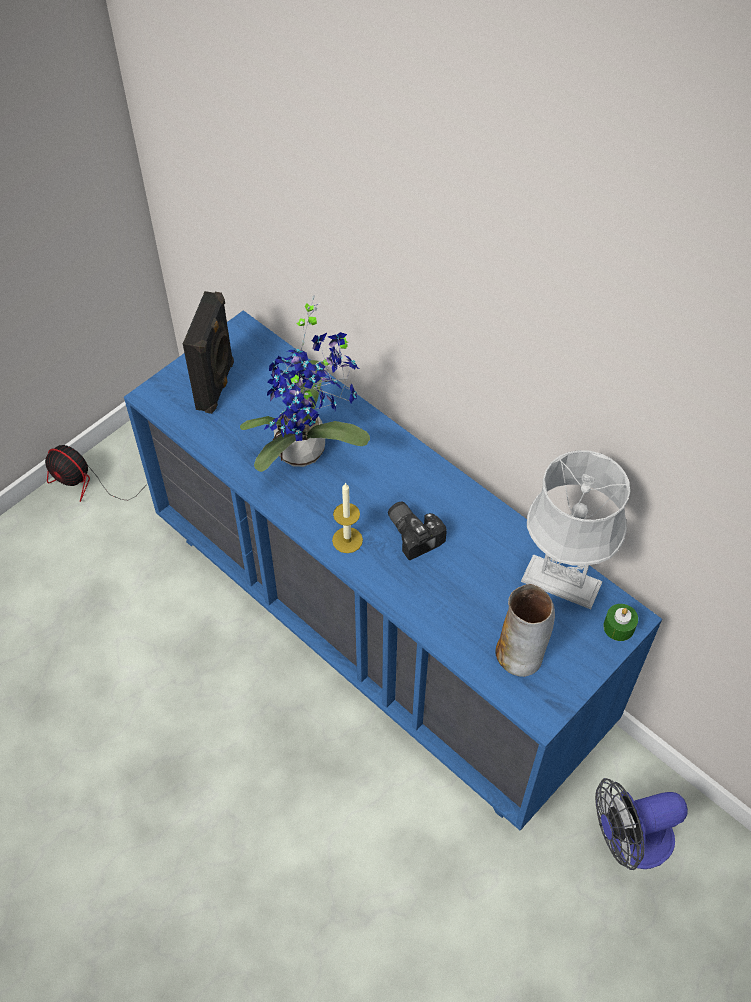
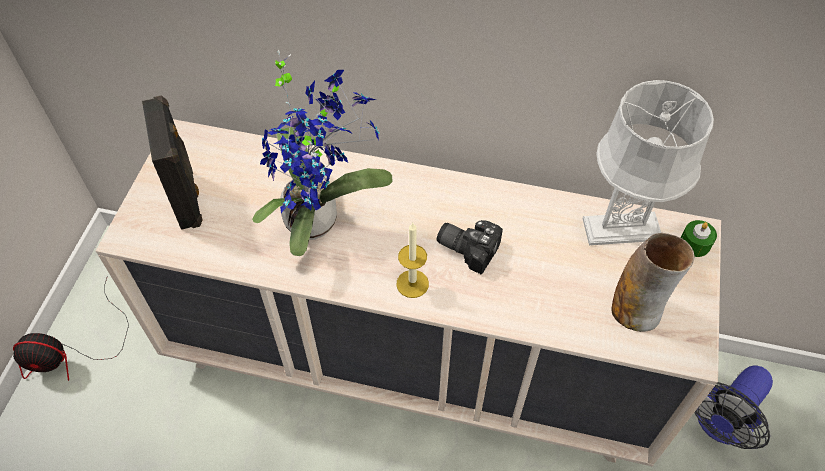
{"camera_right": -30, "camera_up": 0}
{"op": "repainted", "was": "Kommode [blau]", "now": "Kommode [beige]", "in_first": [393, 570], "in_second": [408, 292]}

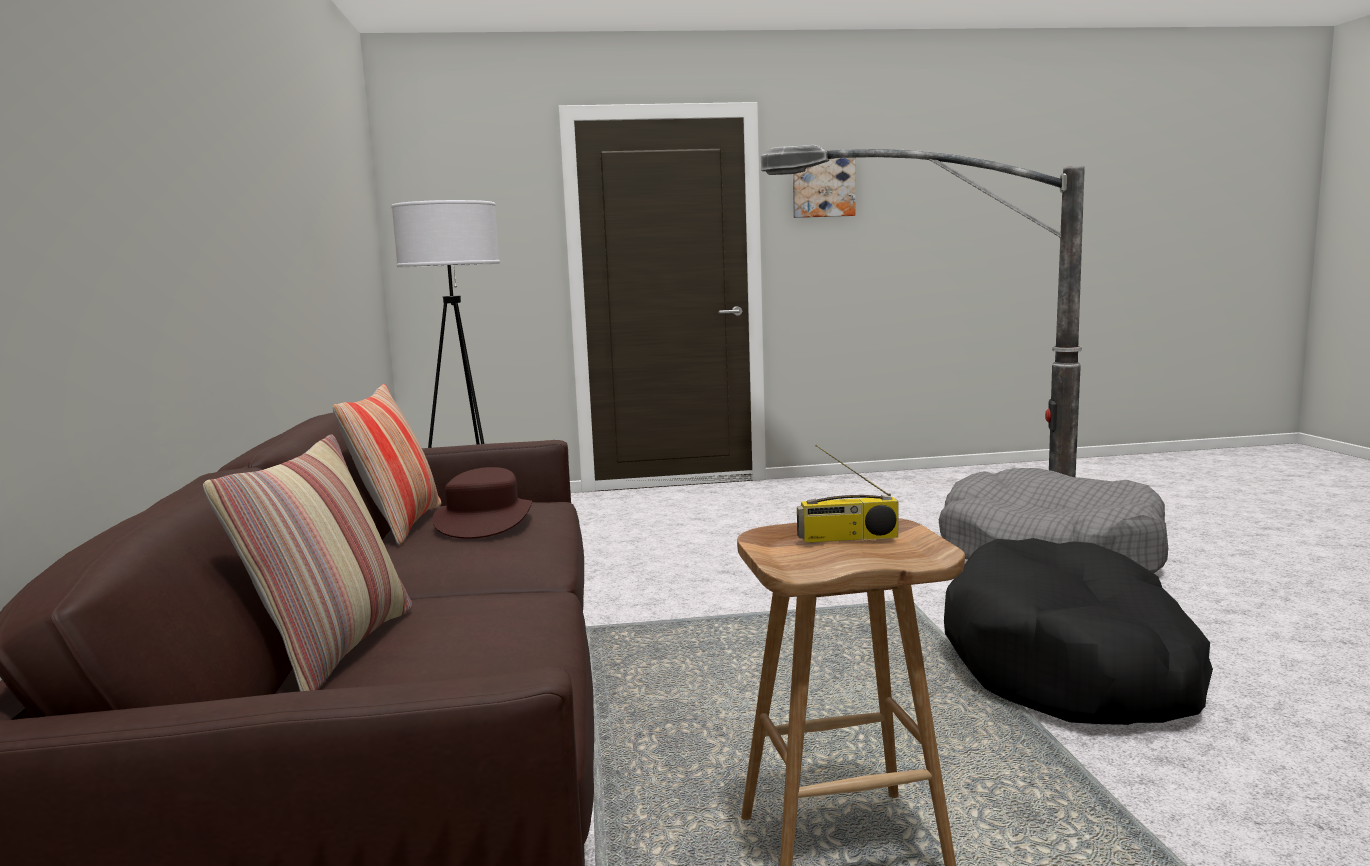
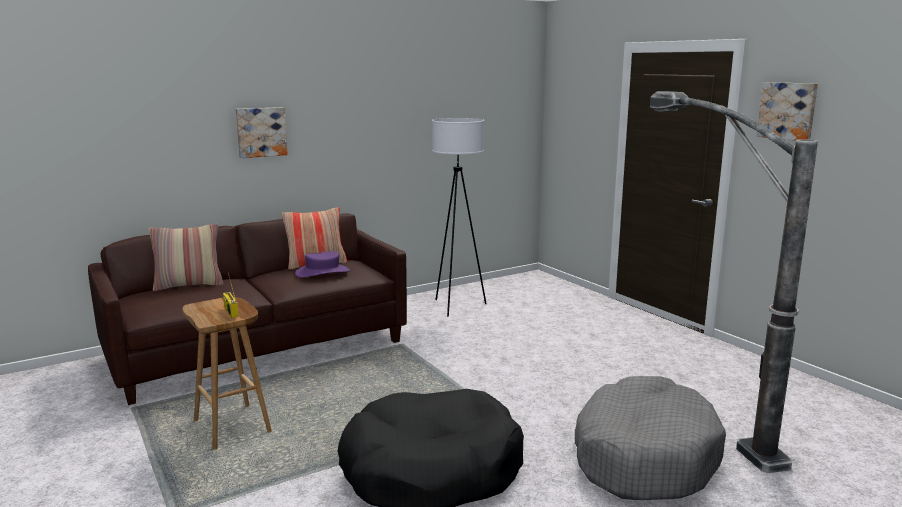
{"camera_right": 65, "camera_up": 5}
{"op": "new", "now": "Bild", "in_second": [262, 132]}
{"op": "repainted", "was": "Hut [braun]", "now": "Hut [lila]", "in_first": [482, 503], "in_second": [322, 264]}

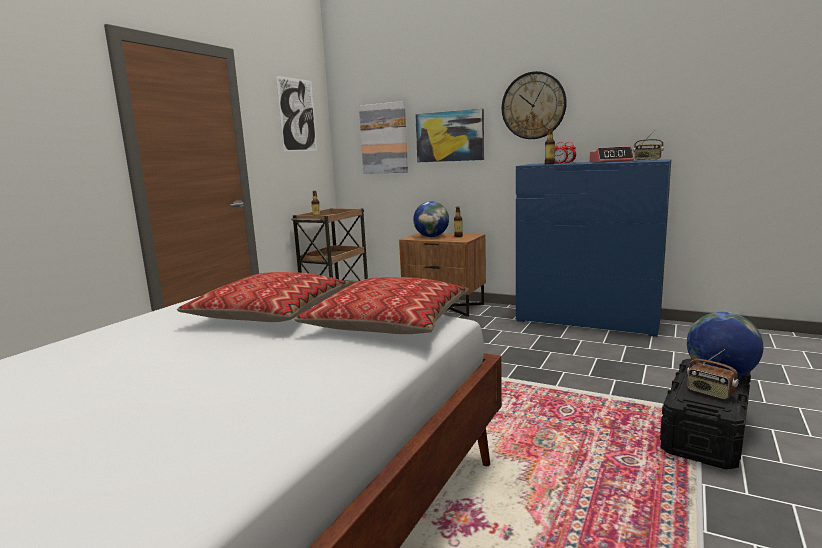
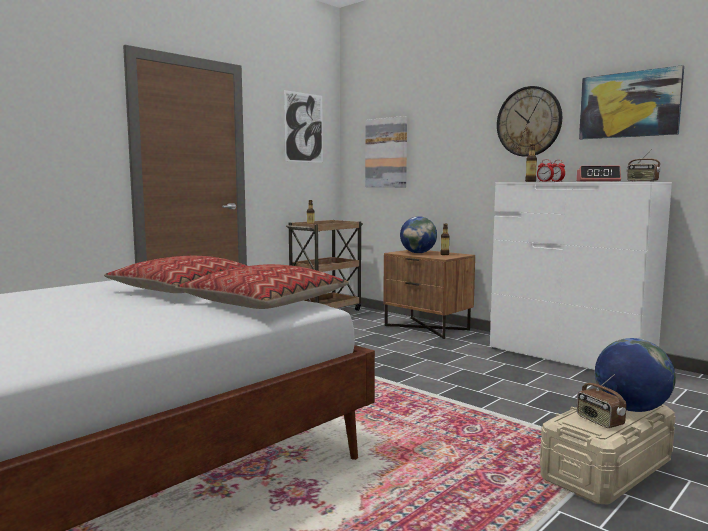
{"camera_right": 15, "camera_up": -5}
{"op": "repainted", "was": "Kommode [blau]", "now": "Kommode [weiß]", "in_first": [593, 248], "in_second": [581, 275]}
{"op": "repainted", "was": "Aufbewahrungsbox [schwarz]", "now": "Aufbewahrungsbox [beige]", "in_first": [705, 413], "in_second": [608, 454]}
{"op": "shifted", "was": "Bild", "in_first": [449, 135], "in_second": [631, 102]}

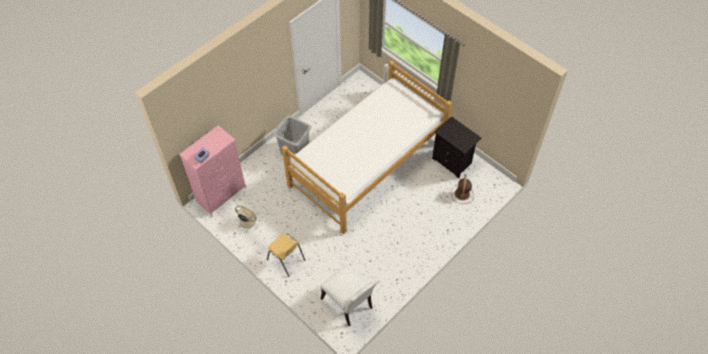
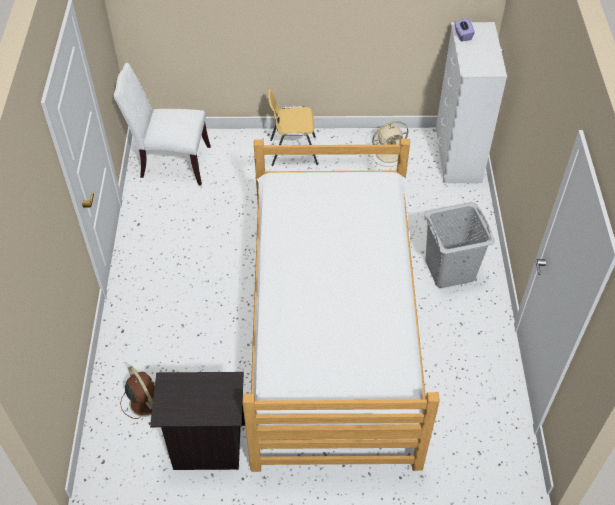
{"camera_right": 135, "camera_up": -5}
{"op": "repainted", "was": "Kommode [rosa]", "now": "Kommode [weiß]", "in_first": [212, 170], "in_second": [471, 102]}

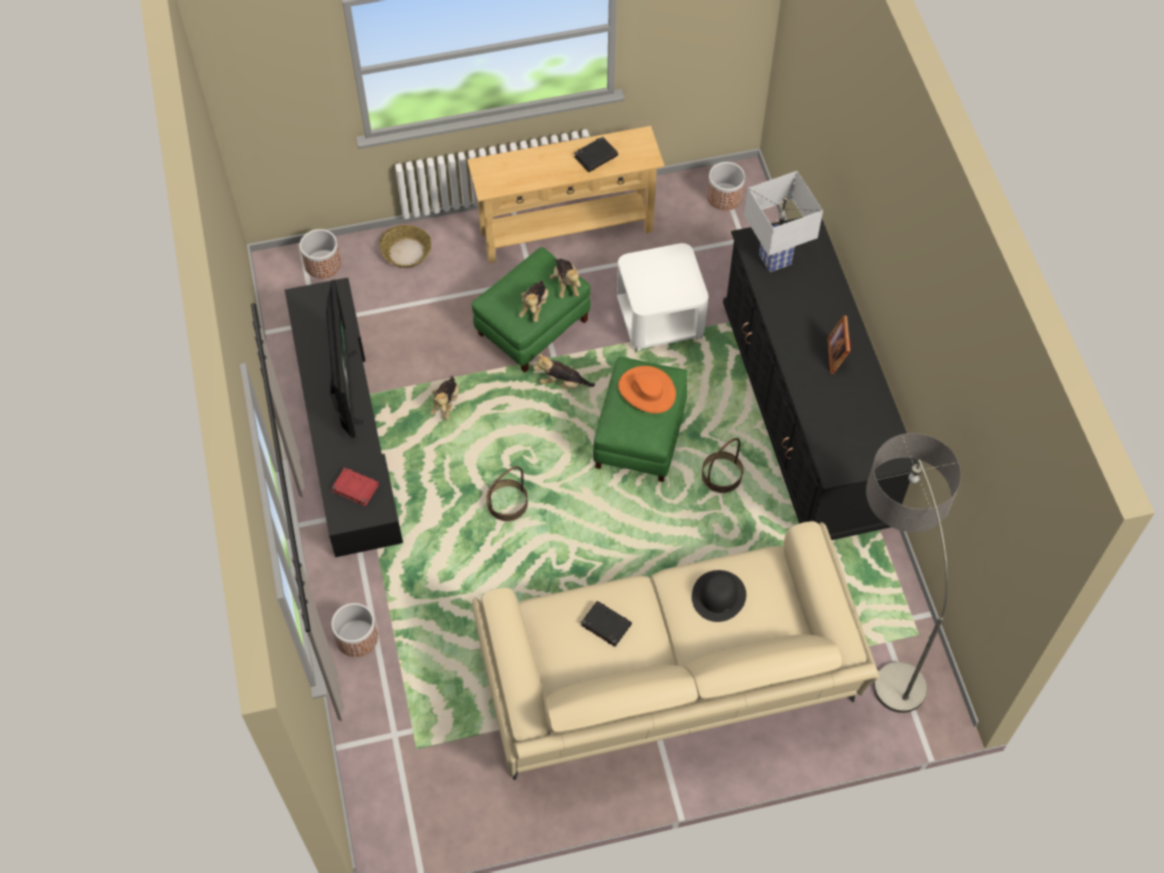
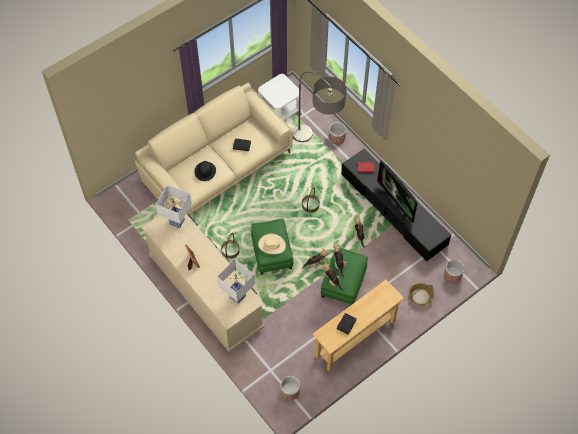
{"camera_right": 155, "camera_up": 0}
{"op": "repainted", "was": "Kommode [schwarz]", "now": "Kommode [beige]", "in_first": [820, 378], "in_second": [203, 278]}
{"op": "new", "now": "Tischlampe [weiß]", "in_second": [173, 206]}
{"op": "shifted", "was": "Beistelltisch [weiß]", "in_first": [663, 297], "in_second": [280, 97]}
{"op": "repainted", "was": "Hut [orange]", "now": "Hut [beige]", "in_first": [647, 389], "in_second": [272, 244]}
{"op": "shifted", "was": "Stehlampe", "in_first": [913, 573], "in_second": [320, 107]}

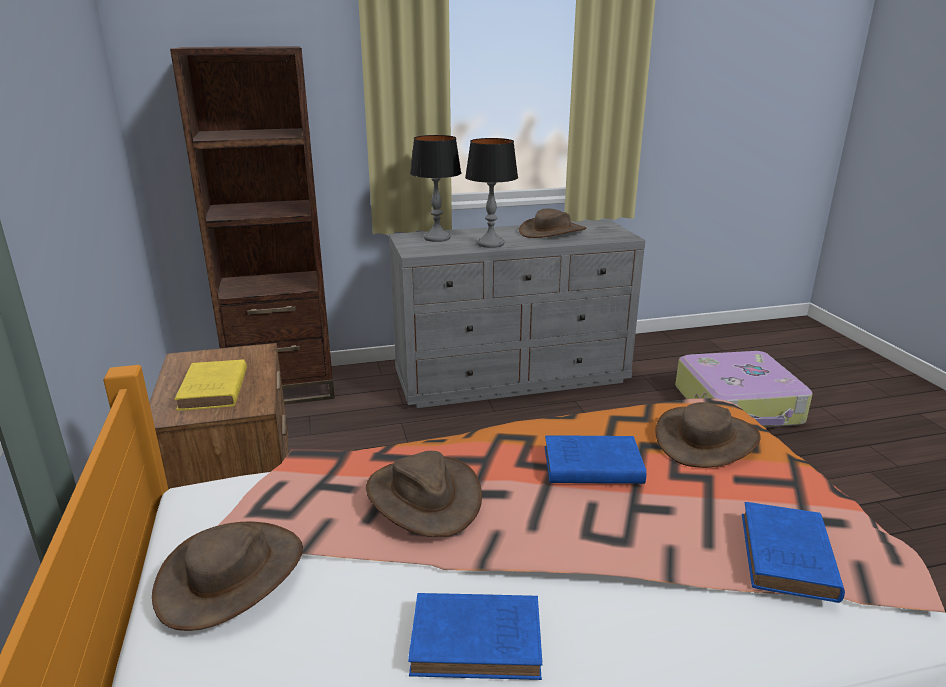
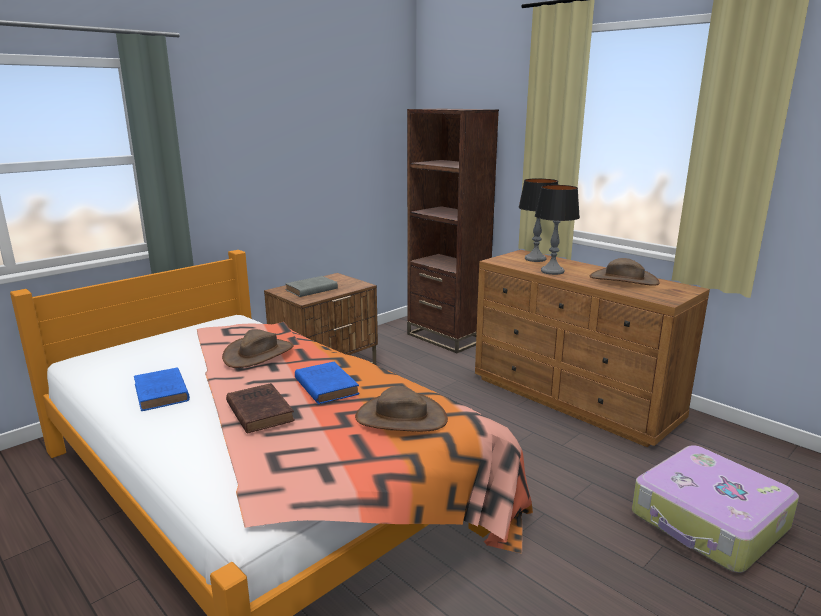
{"camera_right": 60, "camera_up": -5}
{"op": "new", "now": "Buch [braun]", "in_second": [260, 408]}
{"op": "repainted", "was": "Buch [gelb]", "now": "Buch [grau]", "in_first": [211, 385], "in_second": [311, 286]}
{"op": "repainted", "was": "Kommode [grau]", "now": "Kommode [braun]", "in_first": [517, 313], "in_second": [592, 348]}
{"op": "gone", "was": "Hut [braun]", "in_first": [227, 576]}
{"op": "gone", "was": "Buch [blau]", "in_first": [793, 552]}

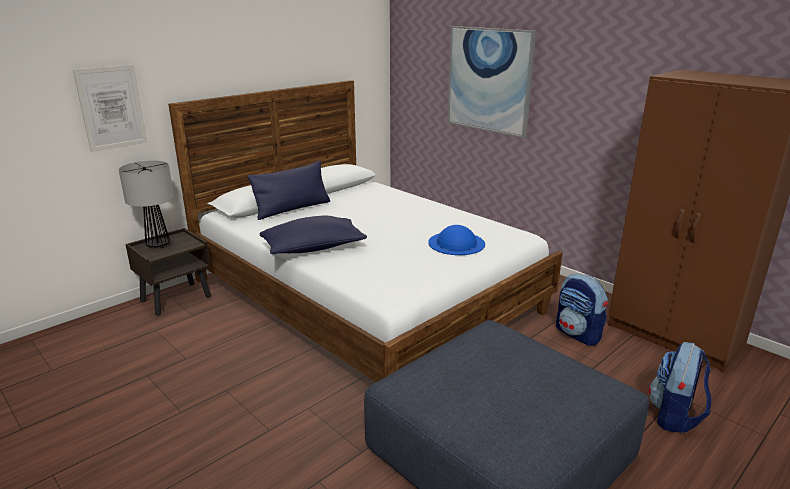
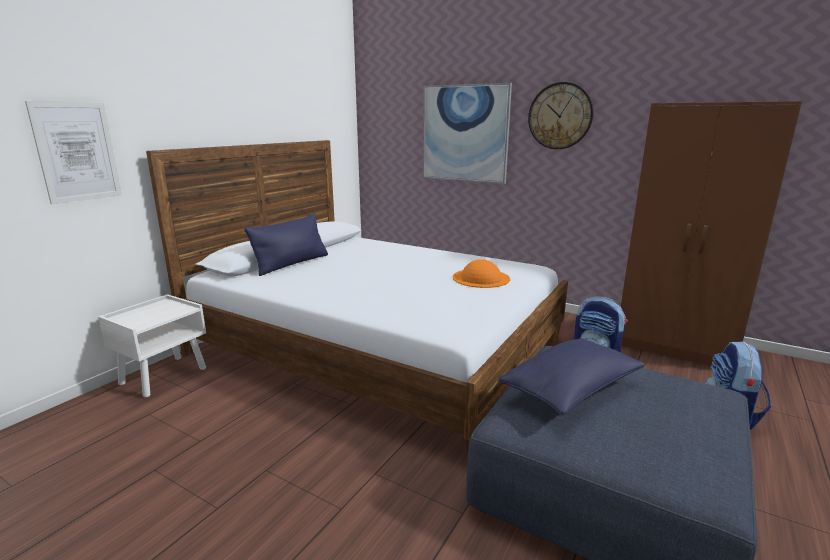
{"camera_right": -15, "camera_up": -5}
{"op": "repainted", "was": "Nachttisch [braun]", "now": "Nachttisch [weiß]", "in_first": [168, 272], "in_second": [152, 345]}
{"op": "repainted", "was": "Hut [blau]", "now": "Hut [orange]", "in_first": [456, 240], "in_second": [481, 273]}
{"op": "shifted", "was": "Kissen [blau]", "in_first": [313, 235], "in_second": [571, 376]}
{"op": "new", "now": "Wanduhr", "in_second": [561, 115]}
{"op": "gone", "was": "Tischlampe", "in_first": [146, 204]}

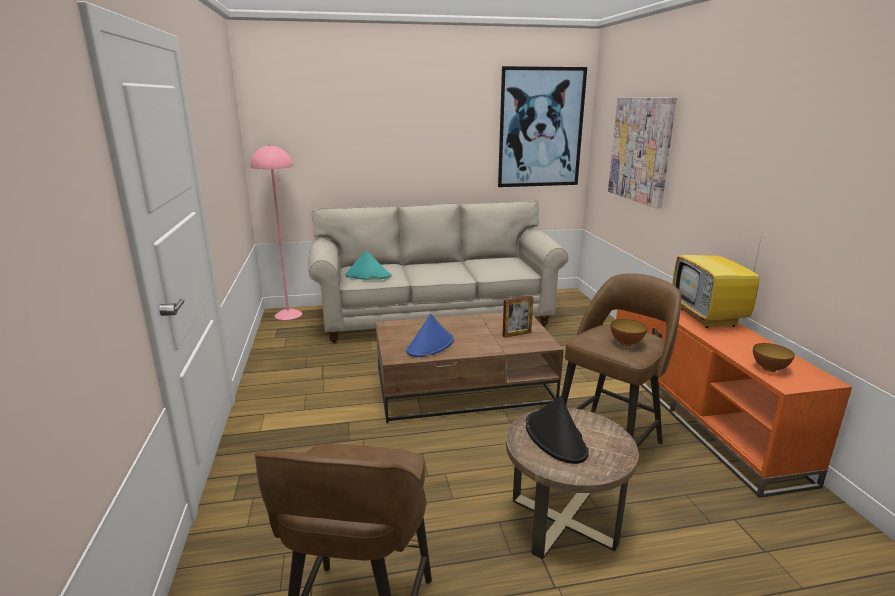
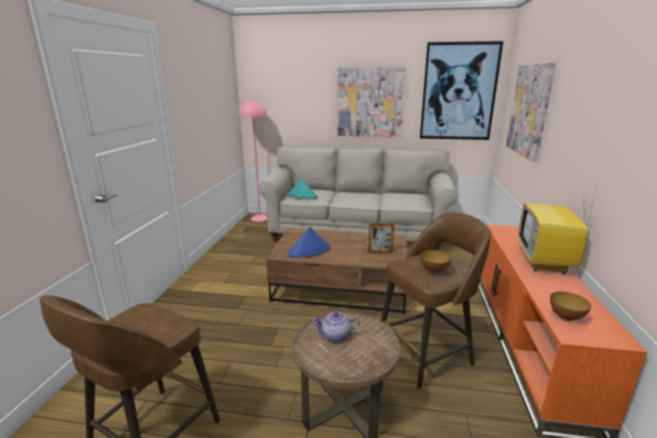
{"camera_right": 20, "camera_up": 0}
{"op": "swapped", "was": "Hut [schwarz]", "now": "Teekanne", "in_first": [557, 430], "in_second": [336, 327]}
{"op": "new", "now": "Bild", "in_second": [371, 102]}

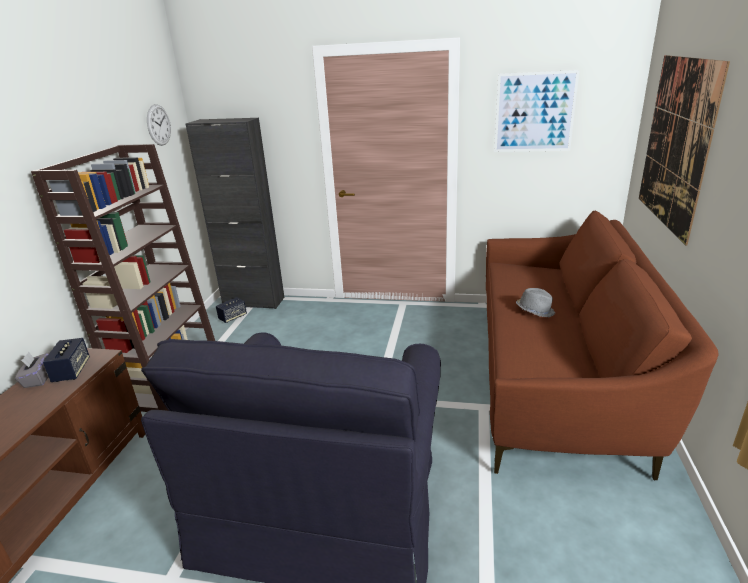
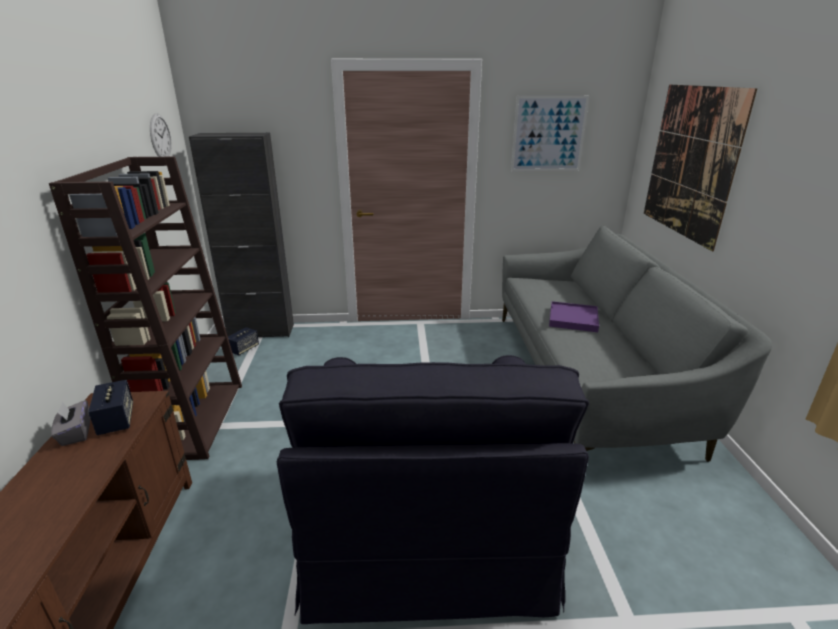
{"camera_right": -15, "camera_up": 0}
{"op": "repainted", "was": "Sofa [braun]", "now": "Sofa [grau]", "in_first": [602, 345], "in_second": [637, 344]}
{"op": "swapped", "was": "Hut [grau]", "now": "Tablett [lila]", "in_first": [535, 302], "in_second": [574, 316]}

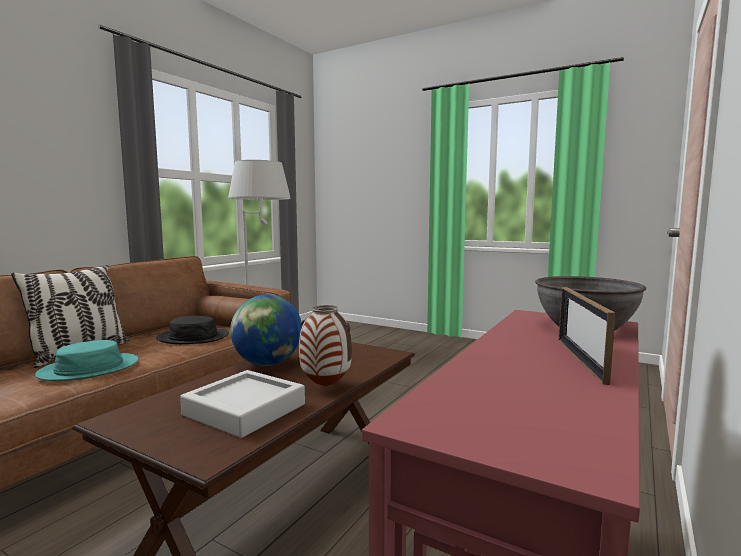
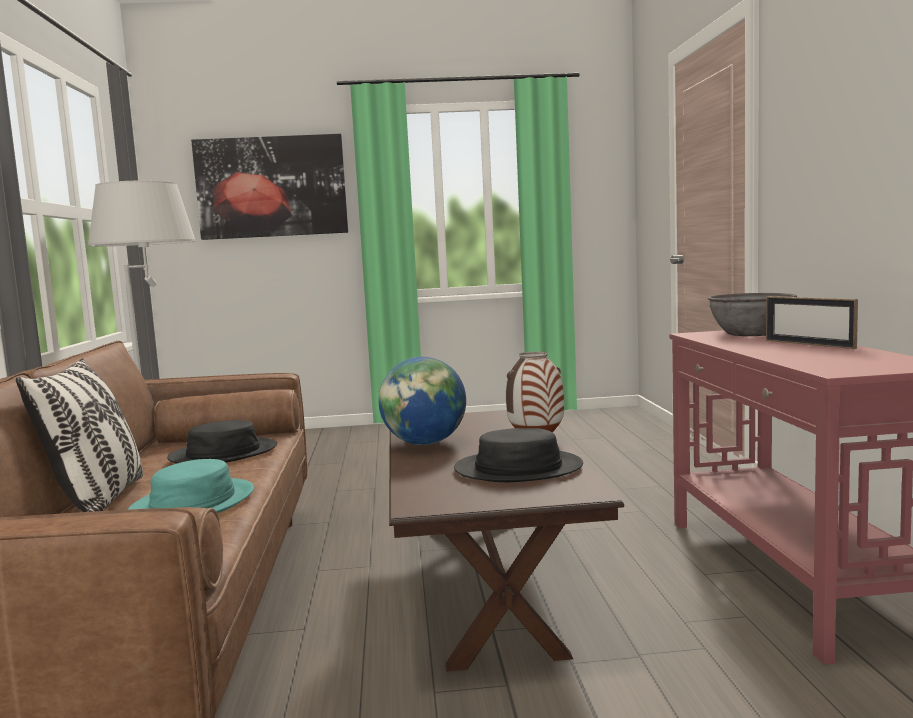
{"camera_right": -35, "camera_up": 0}
{"op": "new", "now": "Bild", "in_second": [269, 187]}
{"op": "swapped", "was": "Tablett [grau]", "now": "Hut [schwarz]", "in_first": [242, 404], "in_second": [518, 455]}

